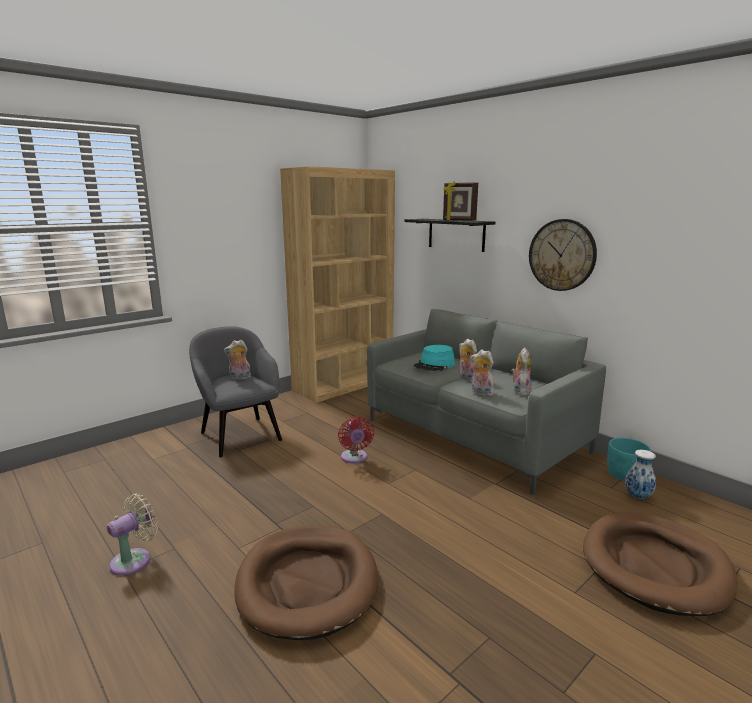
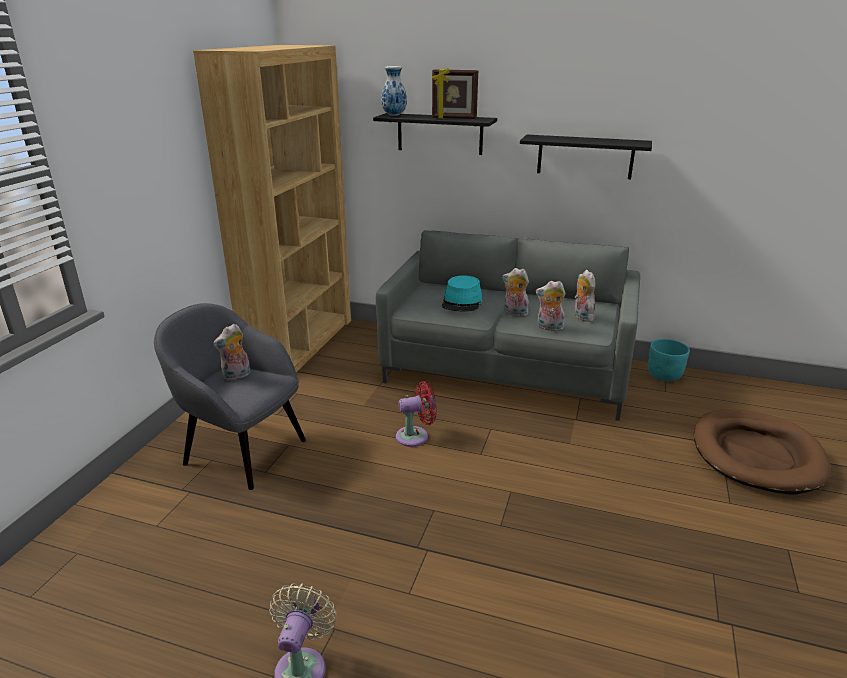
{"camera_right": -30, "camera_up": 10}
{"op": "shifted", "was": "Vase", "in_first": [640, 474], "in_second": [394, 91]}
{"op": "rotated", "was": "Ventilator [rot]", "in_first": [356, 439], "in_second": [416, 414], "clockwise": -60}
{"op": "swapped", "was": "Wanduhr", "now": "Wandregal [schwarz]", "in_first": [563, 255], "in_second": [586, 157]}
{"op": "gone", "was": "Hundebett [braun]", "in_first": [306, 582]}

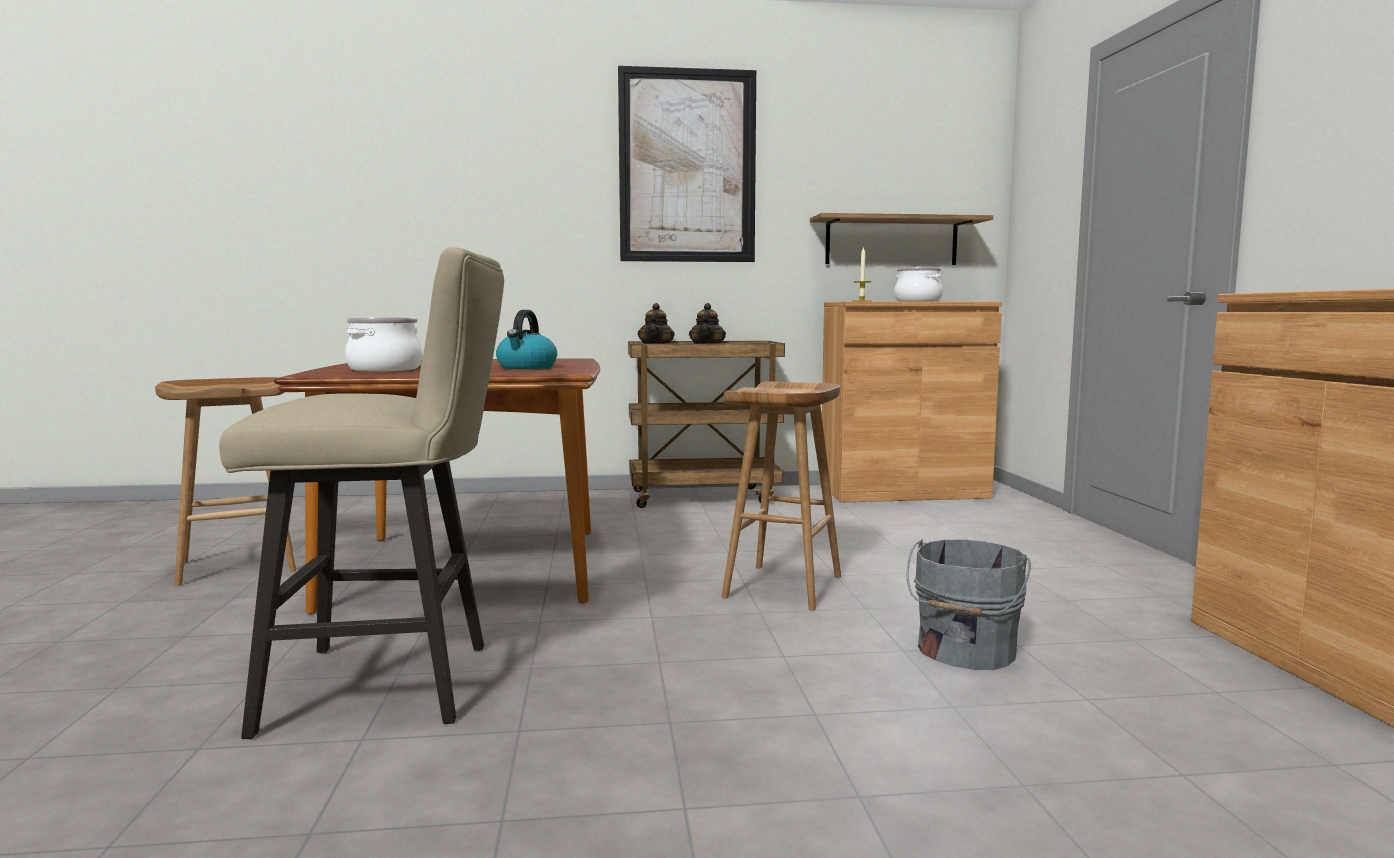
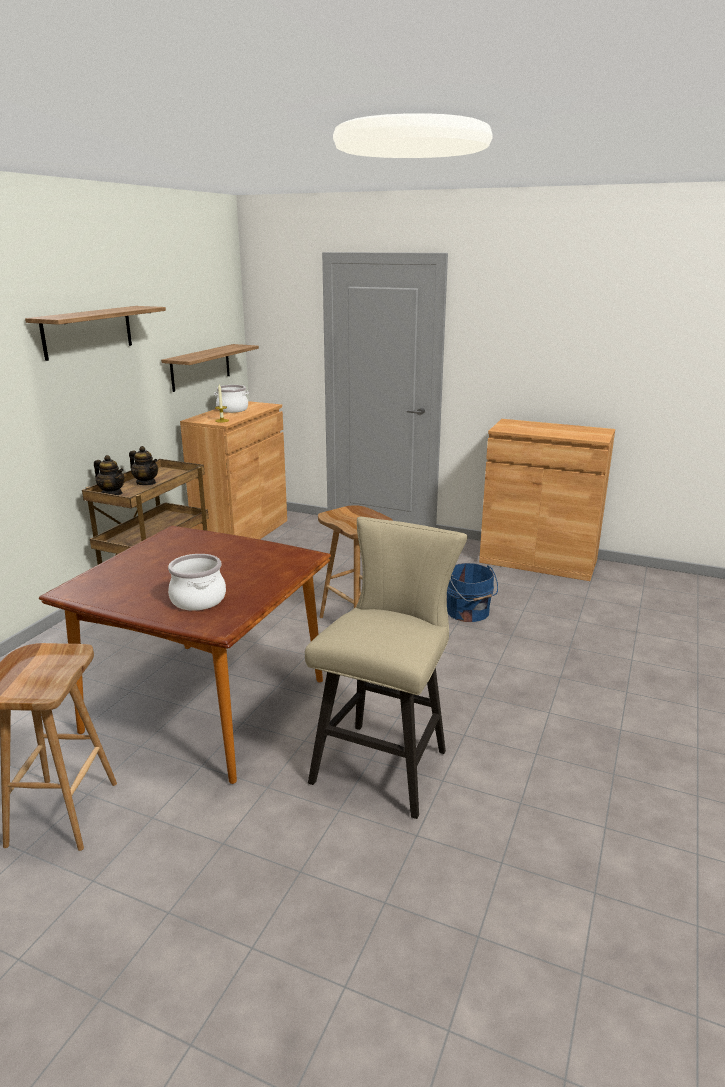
{"camera_right": -60, "camera_up": 15}
{"op": "swapped", "was": "Bild", "now": "Wandregal", "in_first": [687, 164], "in_second": [95, 333]}
{"op": "repainted", "was": "Eimer [grau]", "now": "Eimer [blau]", "in_first": [968, 604], "in_second": [472, 592]}
{"op": "gone", "was": "Wasserkessel", "in_first": [526, 339]}

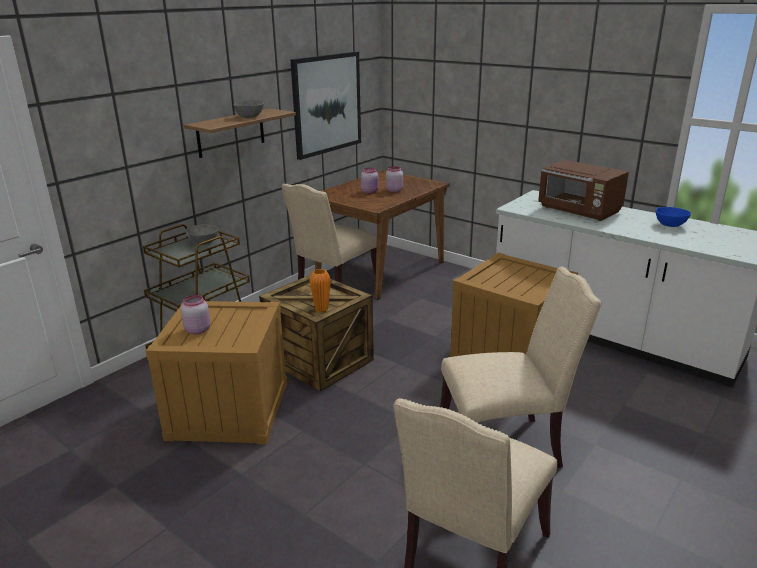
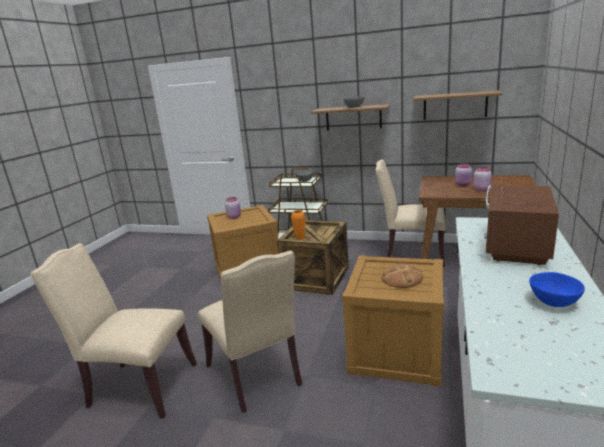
{"camera_right": 70, "camera_up": -5}
{"op": "new", "now": "Brot", "in_second": [402, 275]}
{"op": "swapped", "was": "Bild", "now": "Wandregal", "in_first": [325, 106], "in_second": [457, 105]}

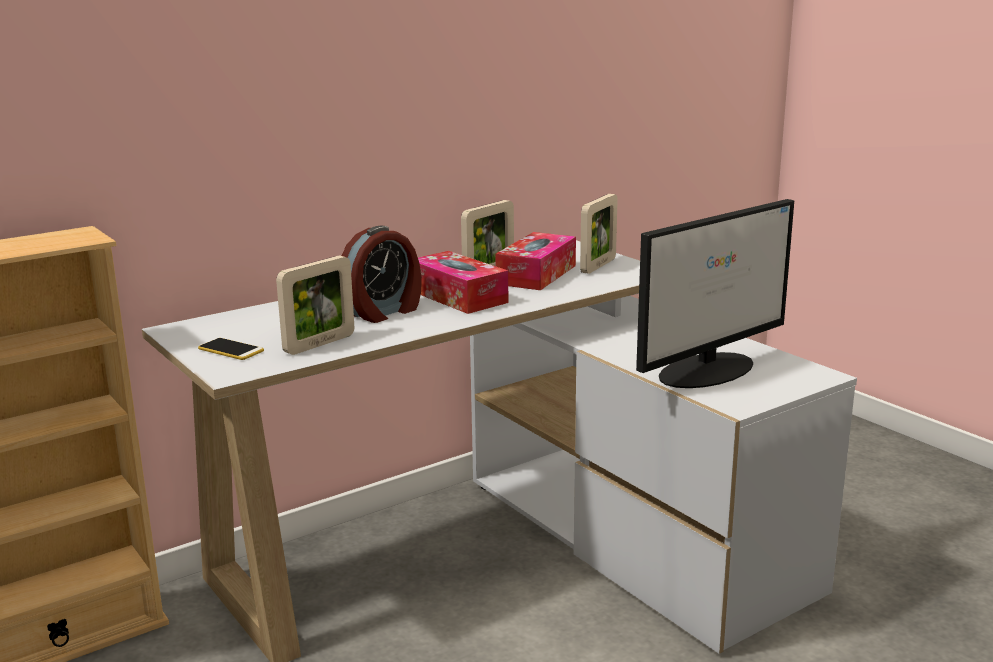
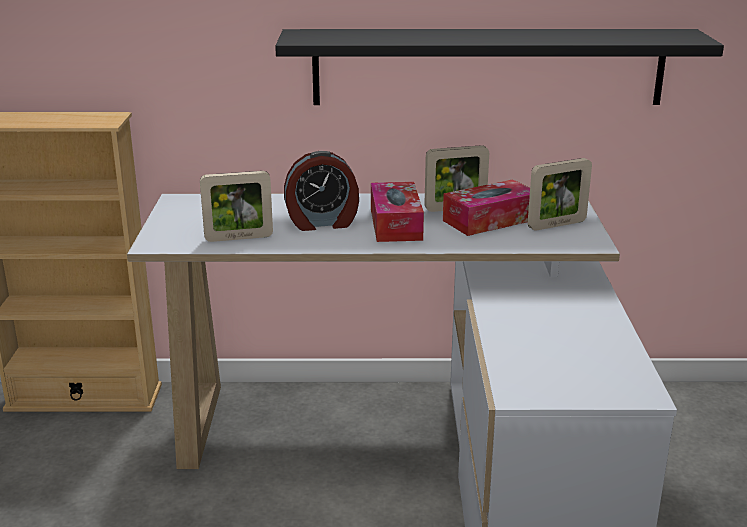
{"camera_right": 35, "camera_up": 5}
{"op": "new", "now": "Wandregal [schwarz]", "in_second": [499, 67]}
{"op": "gone", "was": "Handy", "in_first": [231, 349]}
{"op": "gone", "was": "Monitor", "in_first": [715, 293]}

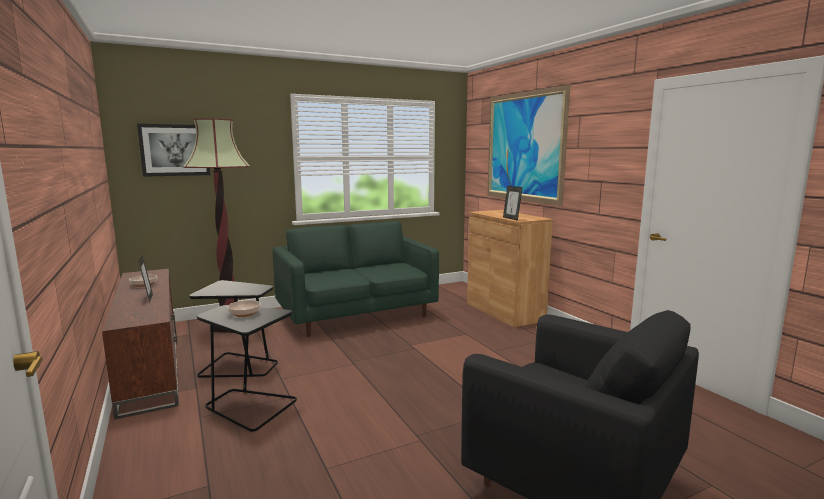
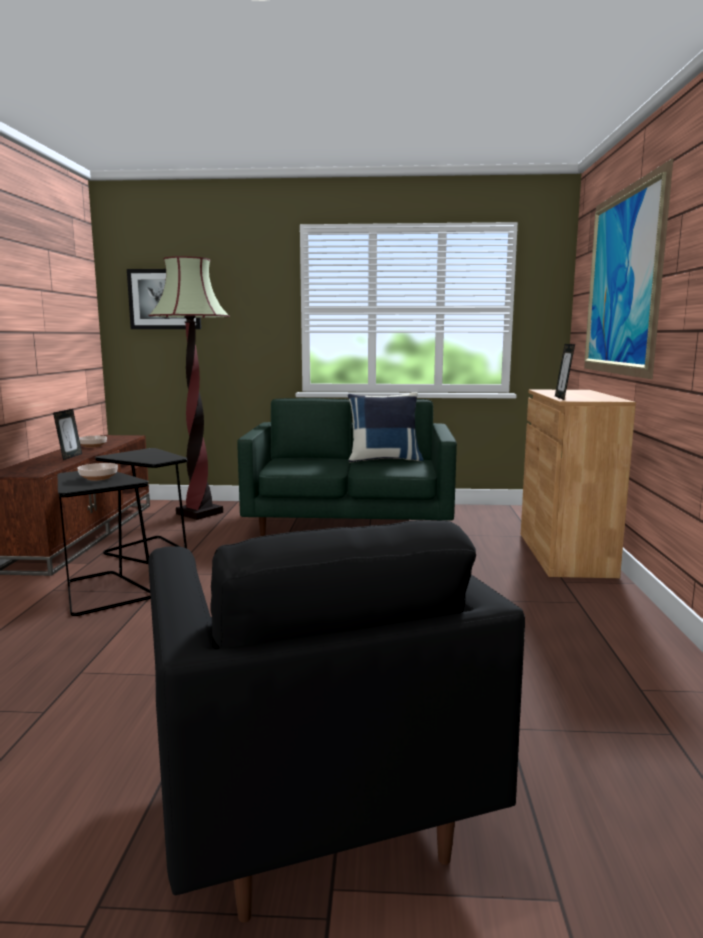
{"camera_right": 30, "camera_up": 0}
{"op": "new", "now": "Kissen [blau]", "in_second": [386, 427]}

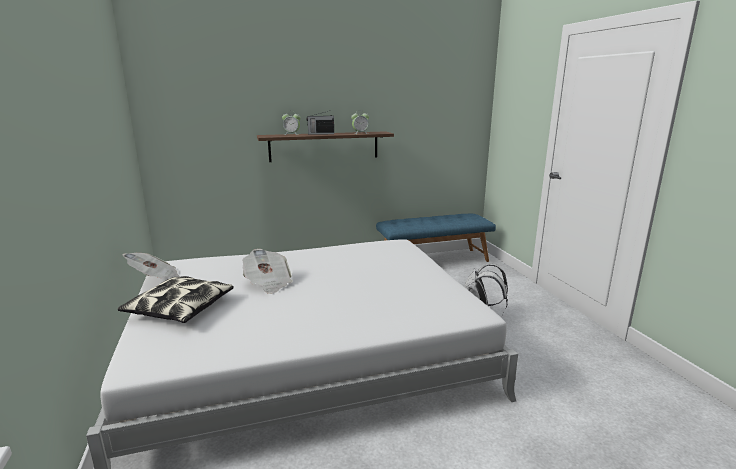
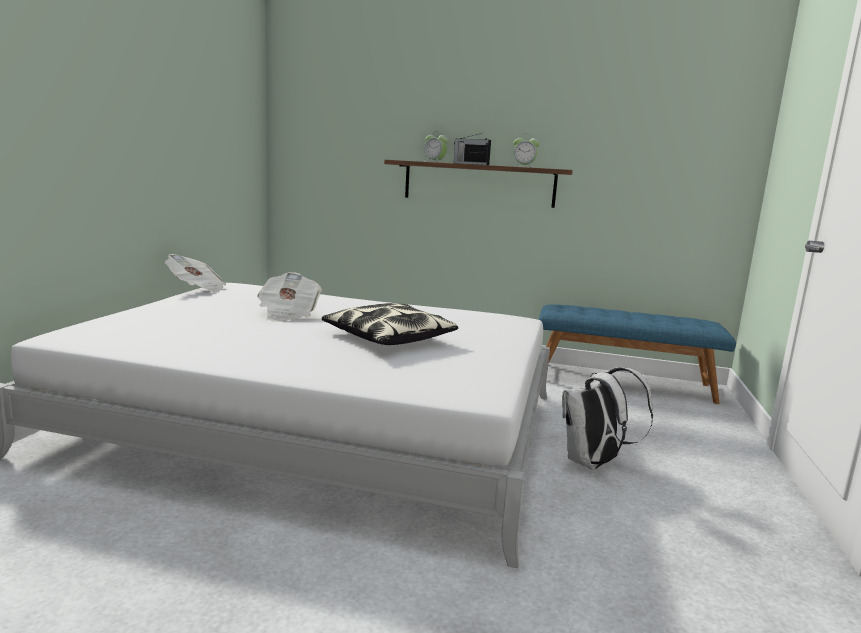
{"camera_right": 30, "camera_up": -5}
{"op": "shifted", "was": "Kissen", "in_first": [176, 299], "in_second": [390, 324]}

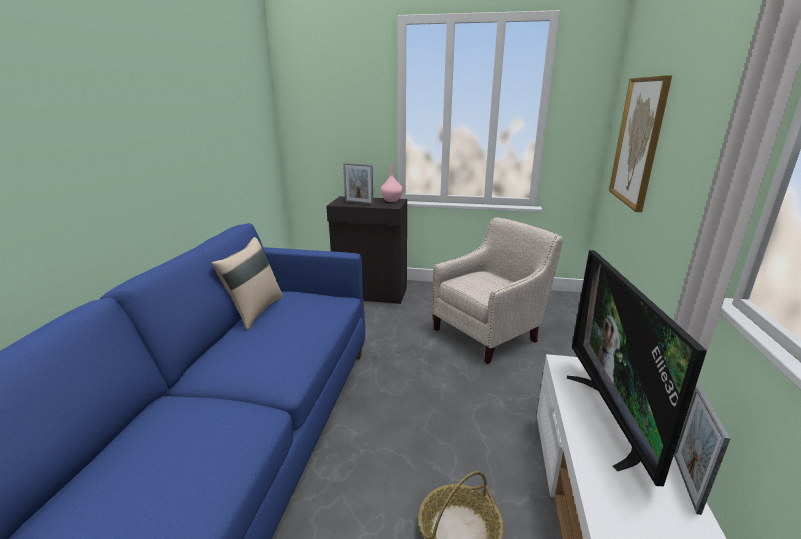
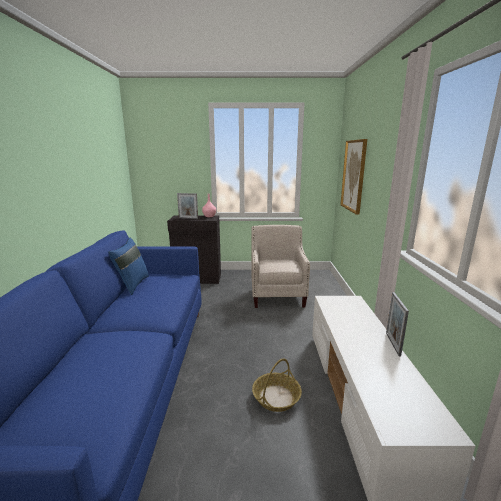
{"camera_right": -10, "camera_up": -5}
{"op": "repainted", "was": "Kissen [beige]", "now": "Kissen [blau]", "in_first": [247, 283], "in_second": [128, 266]}
{"op": "rotated", "was": "Sessel [beige]", "in_first": [497, 290], "in_second": [280, 266], "clockwise": -45}
{"op": "gone", "was": "Fernseher", "in_first": [637, 368]}

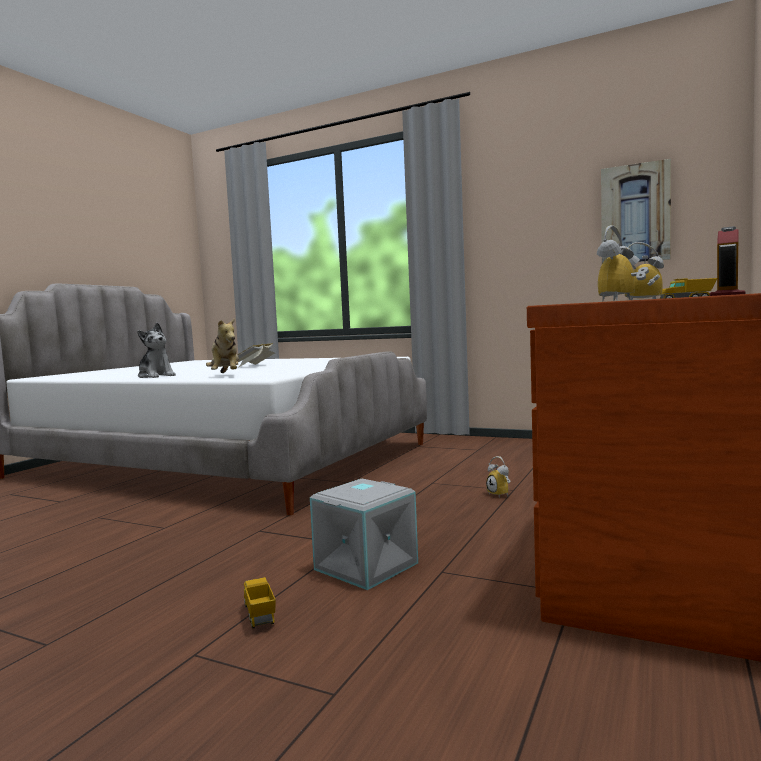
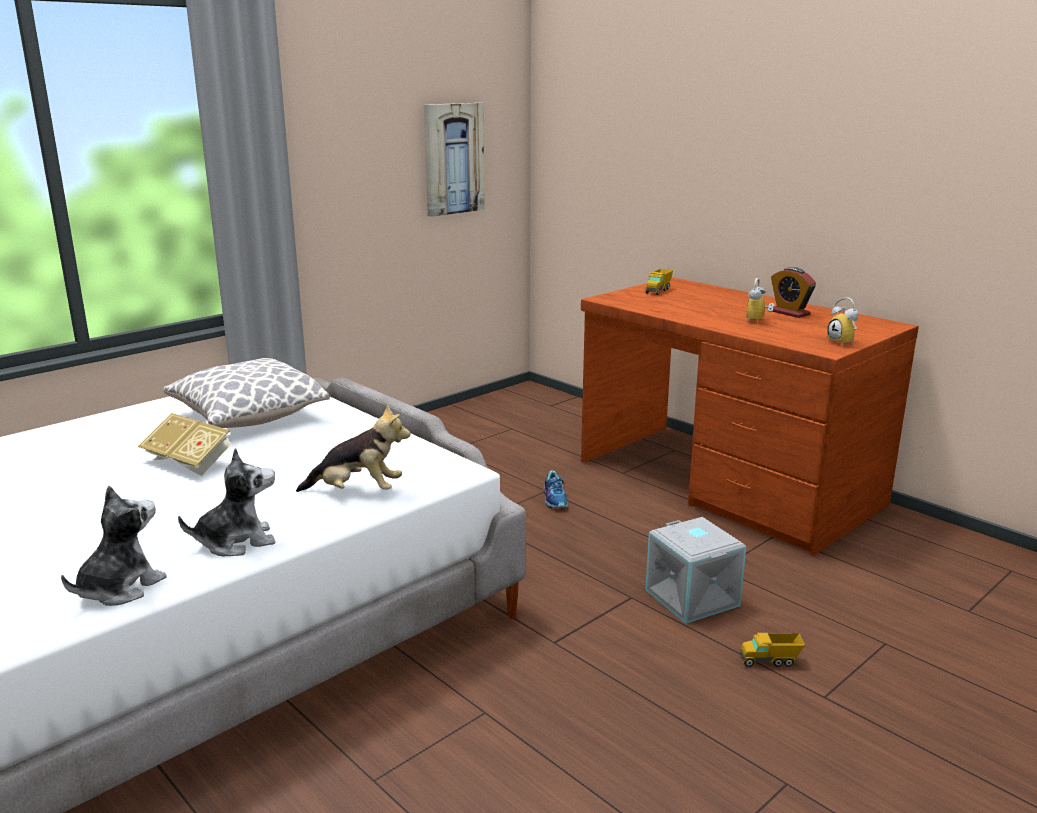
{"camera_right": -70, "camera_up": 15}
{"op": "new", "now": "Plüschtier", "in_second": [114, 546]}
{"op": "new", "now": "Kissen", "in_second": [247, 393]}
{"op": "swapped", "was": "Wecker", "now": "Schuh", "in_first": [498, 477], "in_second": [555, 489]}

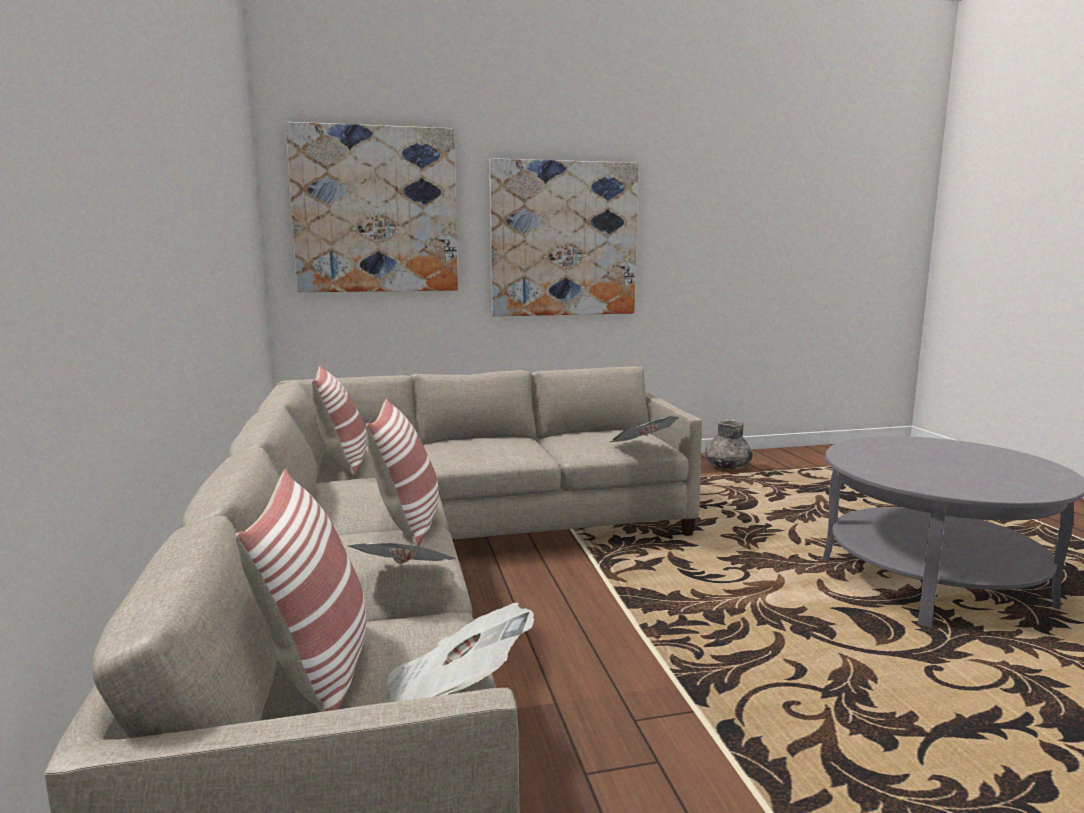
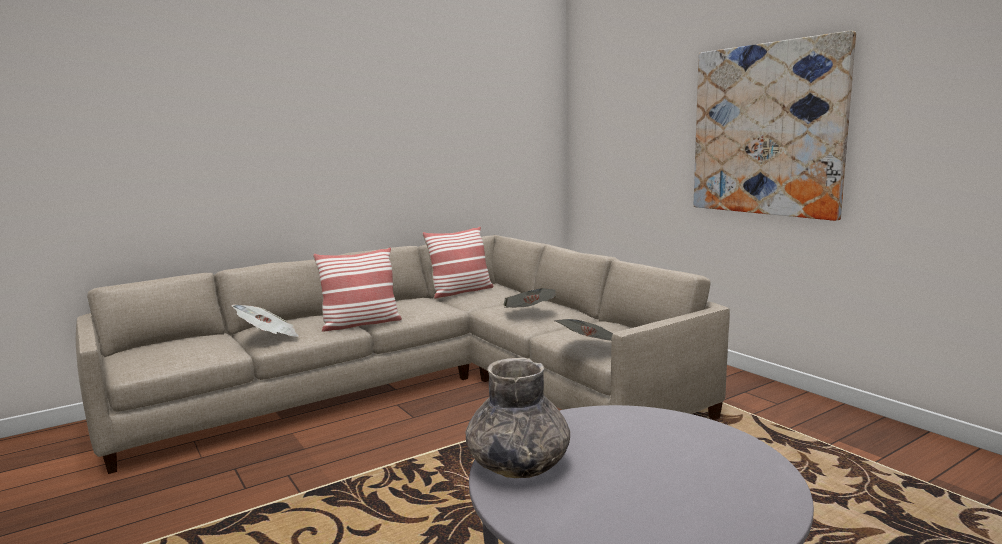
{"camera_right": 70, "camera_up": 0}
{"op": "shifted", "was": "Vase [grau]", "in_first": [729, 444], "in_second": [518, 417]}
{"op": "shifted", "was": "Zeitung", "in_first": [460, 652], "in_second": [530, 298]}
{"op": "gone", "was": "Kissen", "in_first": [300, 590]}
{"op": "gone", "was": "Bild", "in_first": [372, 207]}

